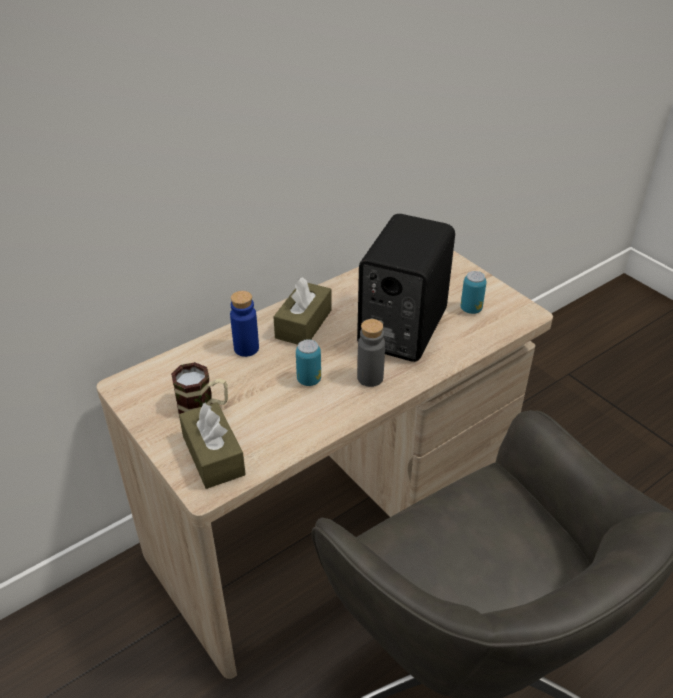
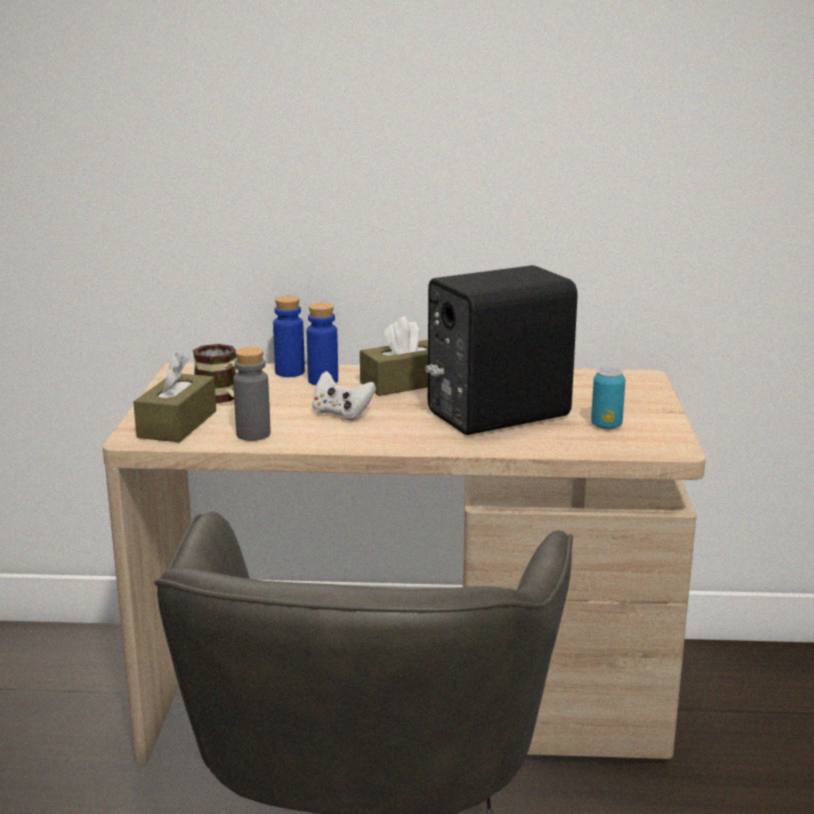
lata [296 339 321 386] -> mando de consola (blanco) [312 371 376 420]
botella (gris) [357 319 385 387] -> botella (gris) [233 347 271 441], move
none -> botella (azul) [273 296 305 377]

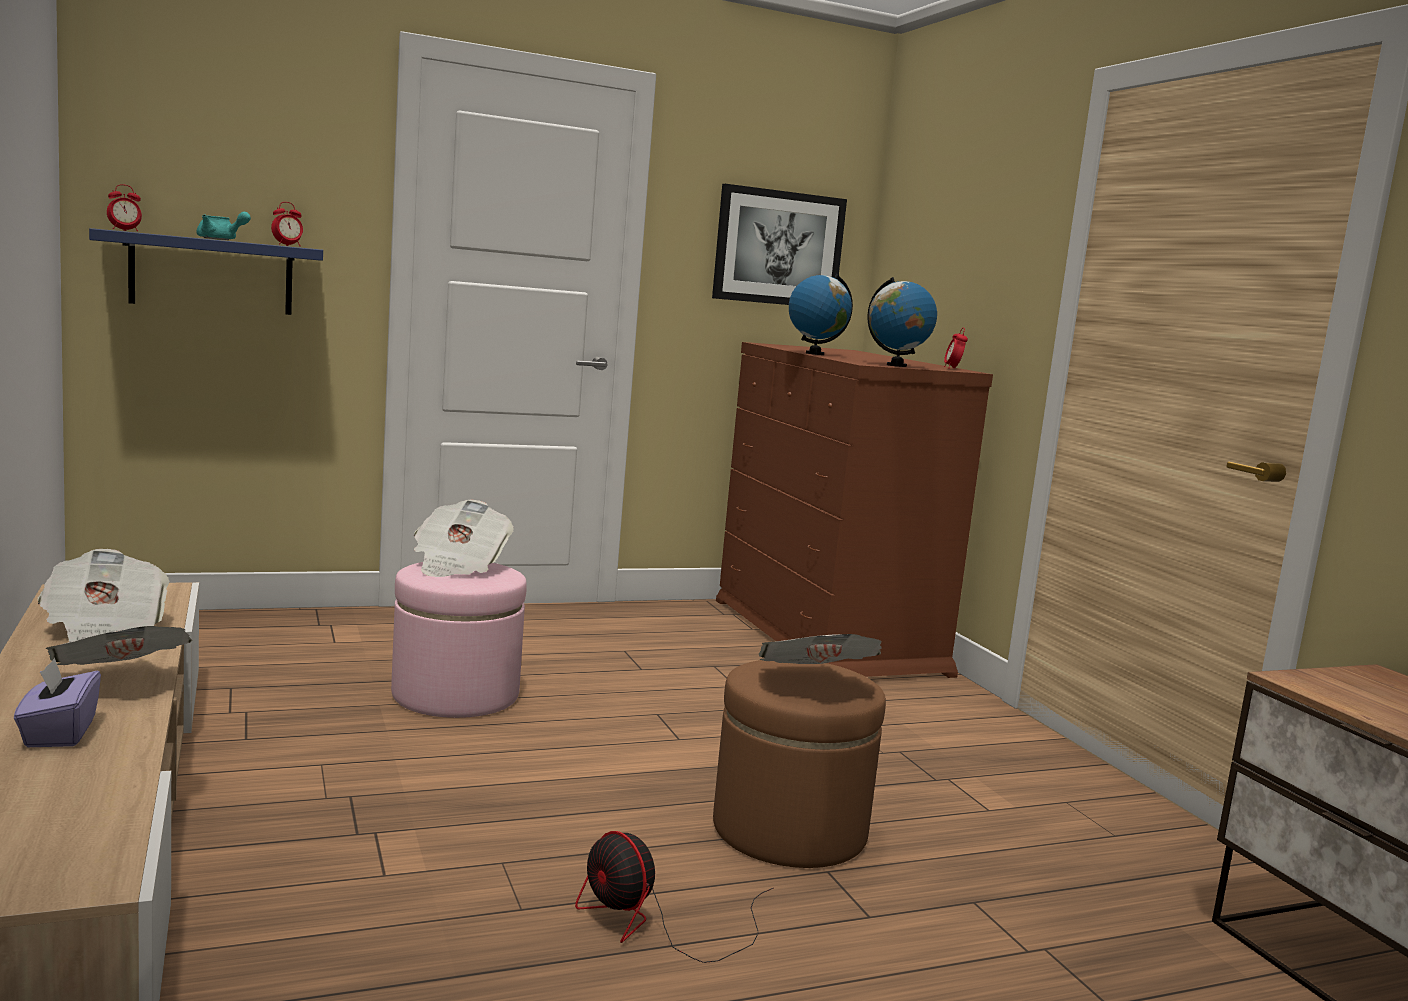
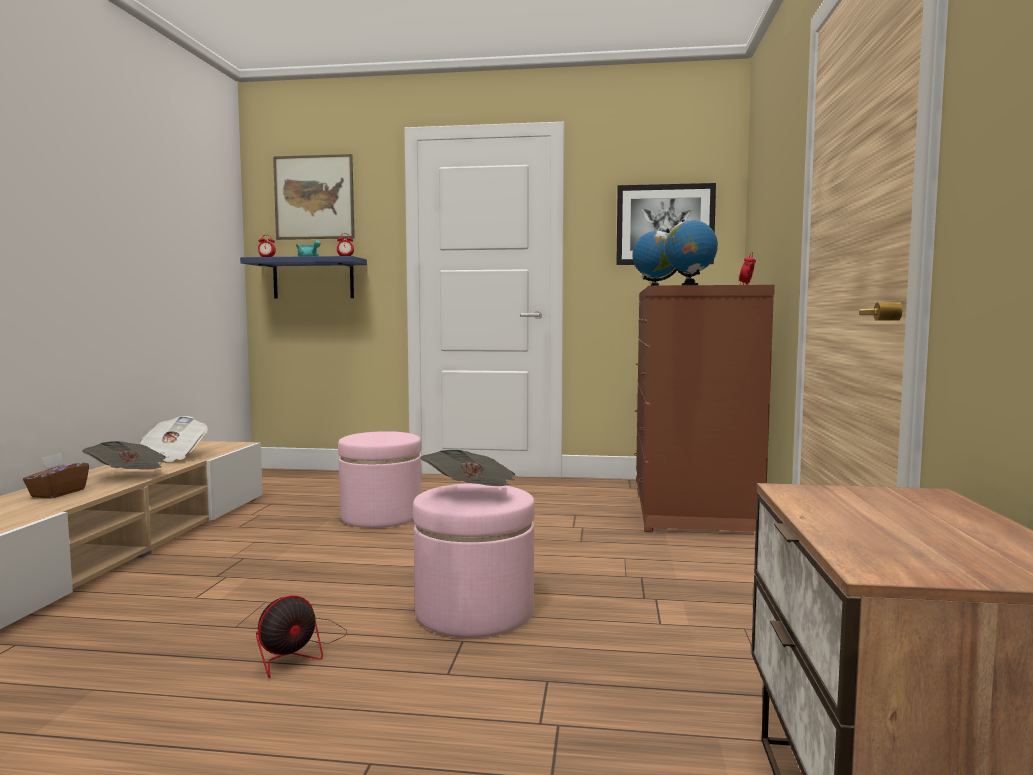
caja de pañuelos (morado) [14 658 101 747] -> caja de pañuelos (marrón) [23 453 89 499]
periódico [414 500 514 577] -> none
ventilador [575 831 773 963] -> ventilador [256 595 347 678], 120 degrees counterclockwise
puf (marrón) [713 660 886 868] -> puf (rosa) [413 483 535 638]
none -> cuadro [273 154 355 240]

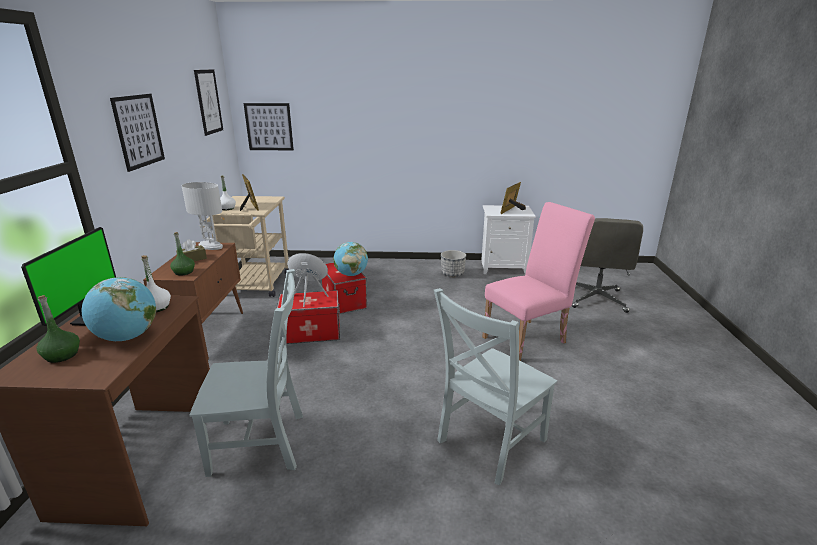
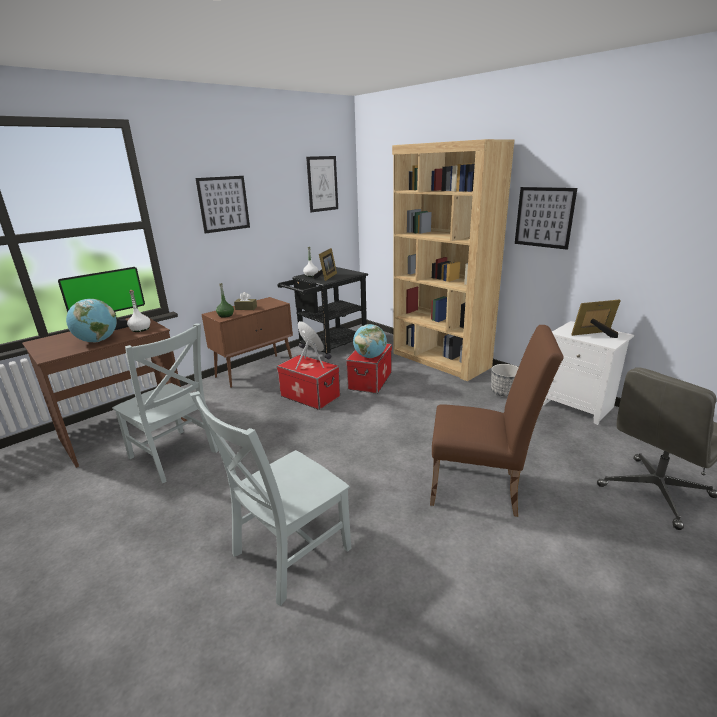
botella (verde) [37 295 80 363] -> none
lámpara de mesa (blanco) [182 182 223 250] -> none
carrito (beis) [203 196 289 297] -> carrito (negro) [277 267 368 360]
cuadro [244 103 294 150] -> cuadro [515 187 577 250], move
silla (gris) [434 288 557 485] -> silla (gris) [190 391 352 606], 45 degrees counterclockwise
silla (rosa) [482 202 595 361] -> silla (marrón) [430 325 564 517]
none -> estantería (marrón) [392 139 515 381]

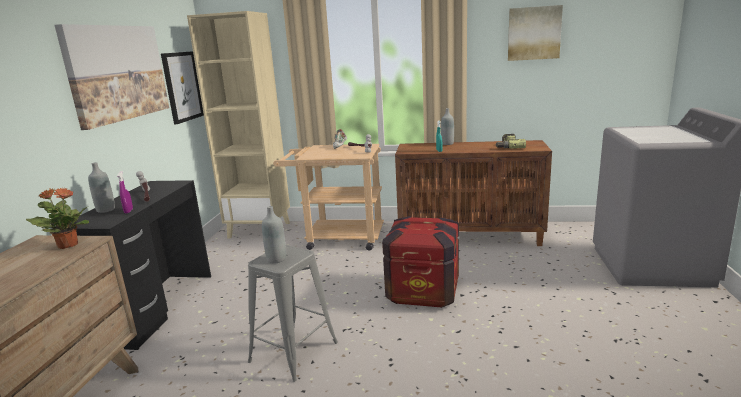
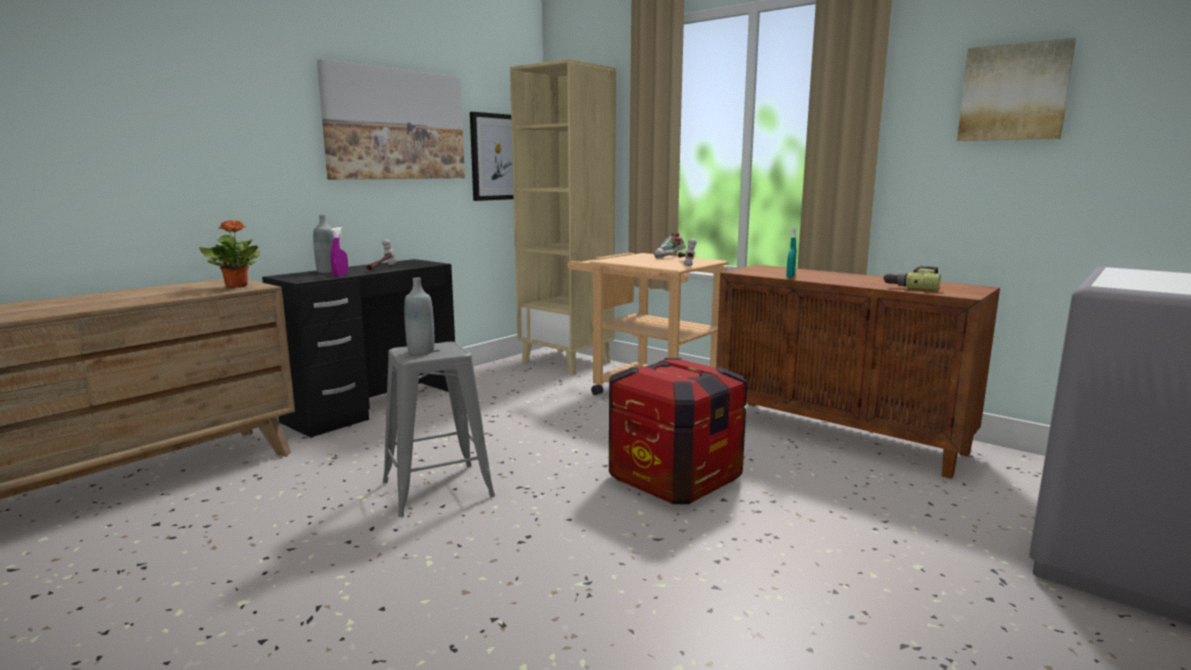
botella (gris) [441 108 454 145] -> none

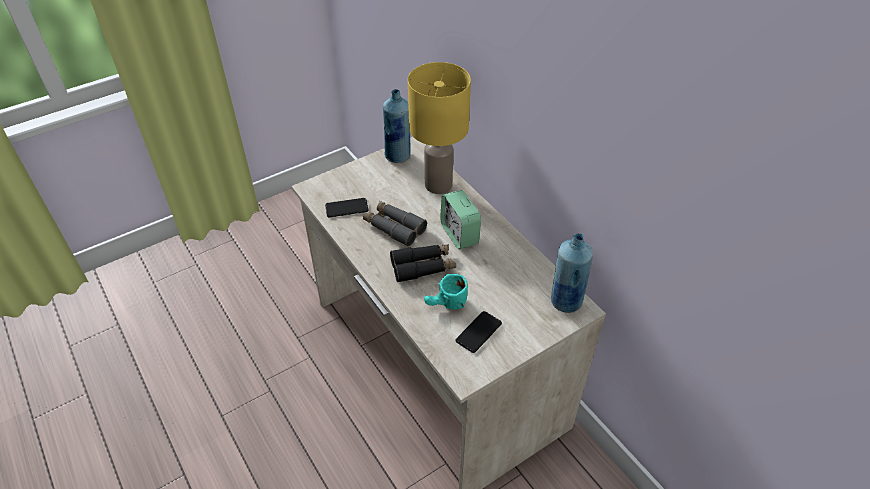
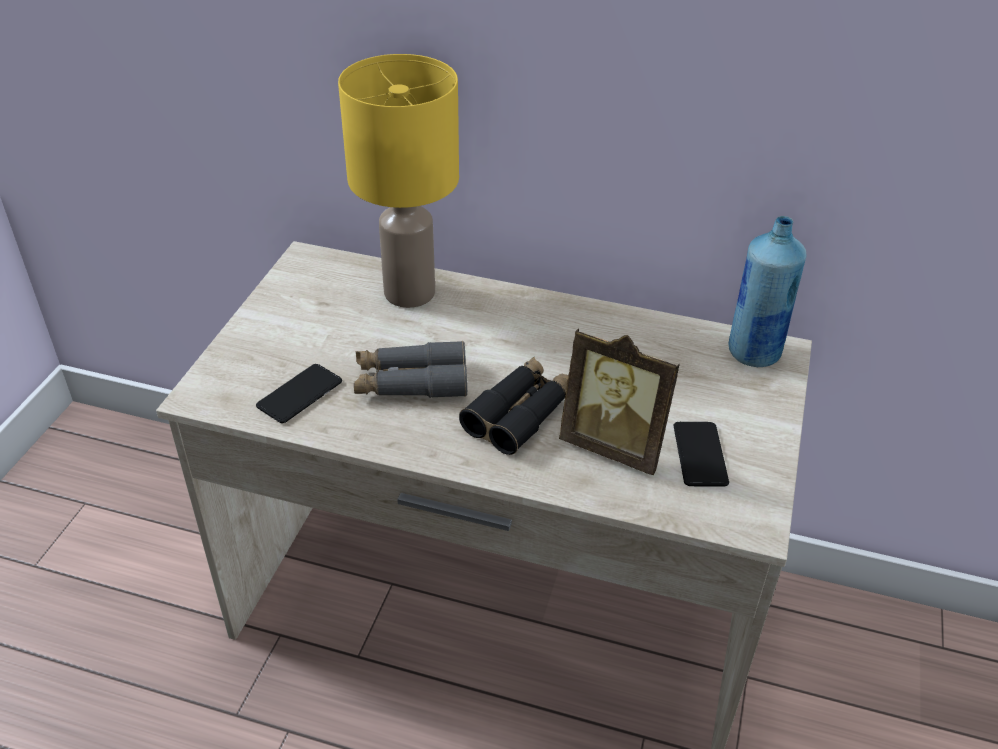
botella (azul) [383 89 411 163] -> none
taza grande (turquesa) [424 274 468 310] -> portarretratos [559 328 680 475]
despertador [440 190 481 249] -> none

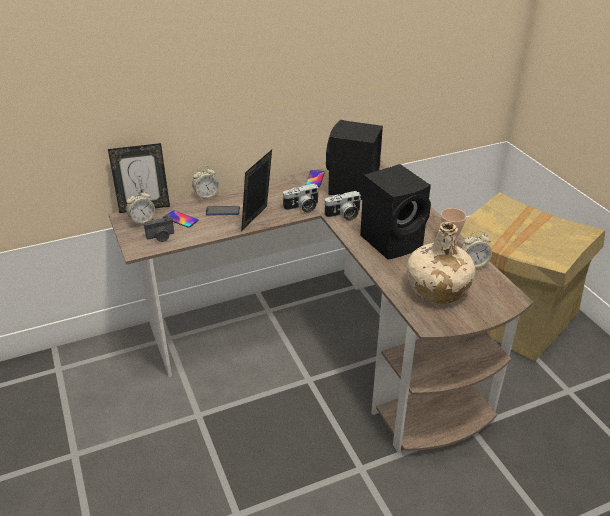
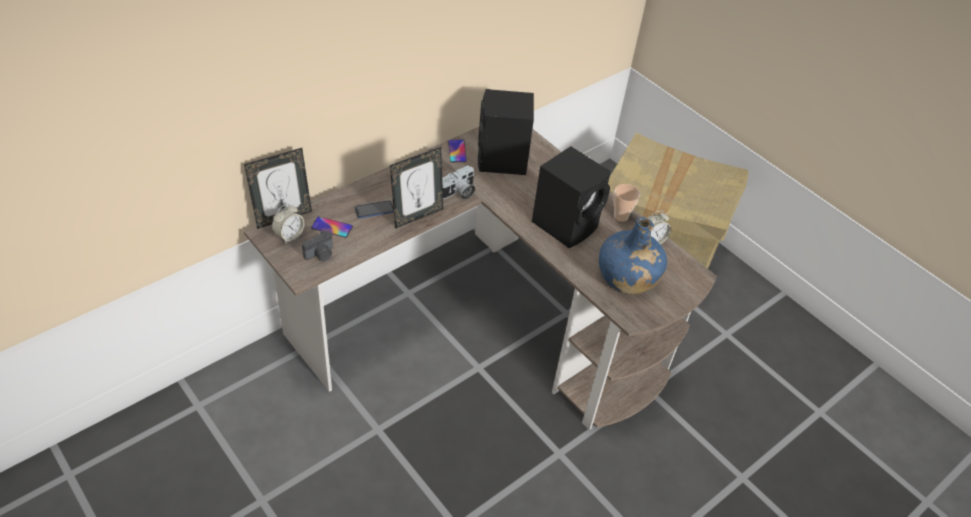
despertador [192 166 219 200] -> none
portarretratos [241 150 272 231] -> portarretratos [390 147 443 229], 135 degrees counterclockwise
cámara [324 191 360 221] -> none
botella (beis) [407 222 476 304] -> botella (azul) [599 217 667 294]

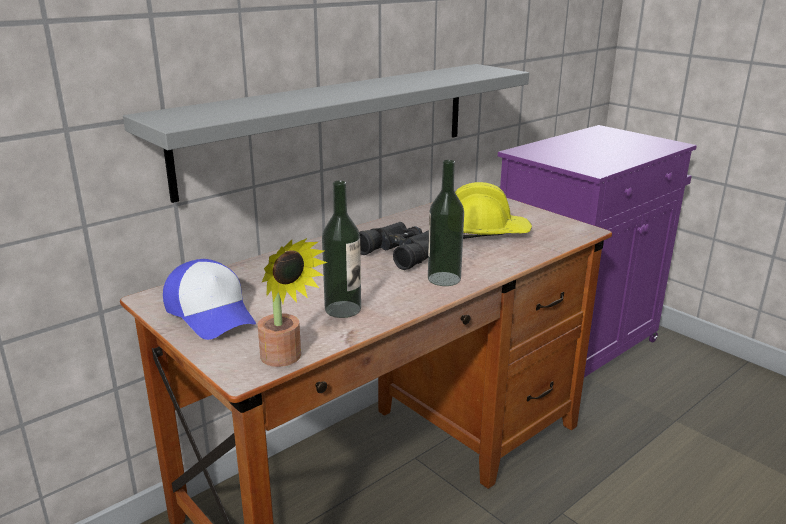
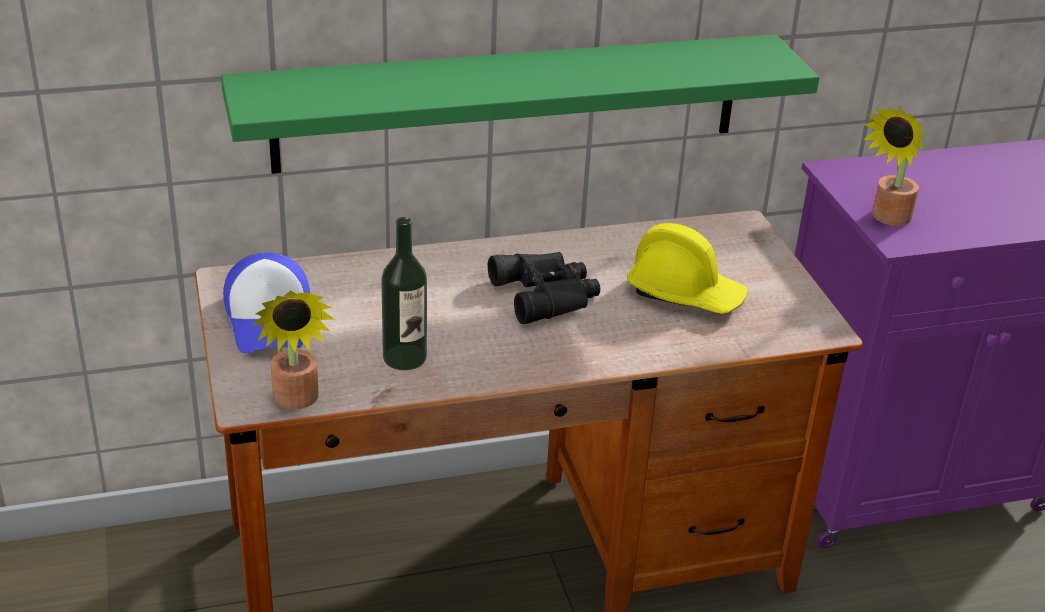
estante (gris) [123 64 529 203] -> estante (verde) [221 34 819 174]
botella [428 160 464 286] -> none
none -> planta en maceta [863 106 925 226]

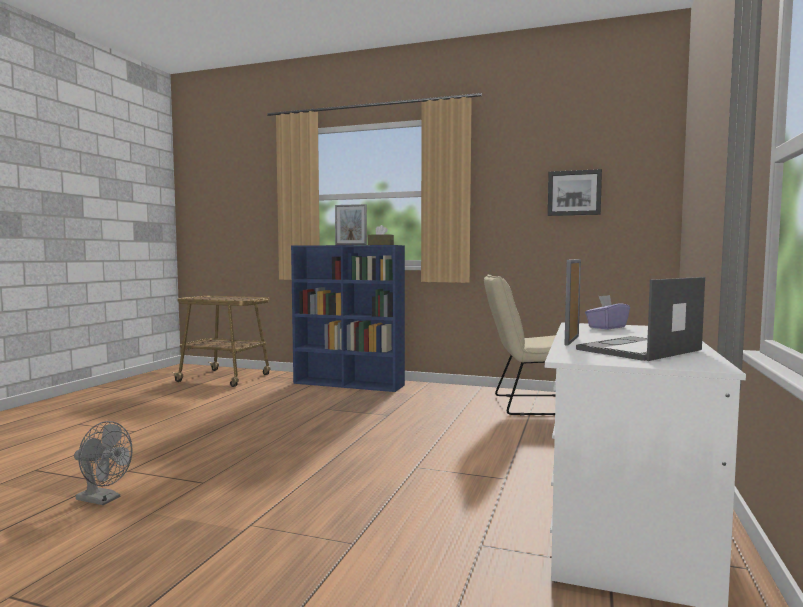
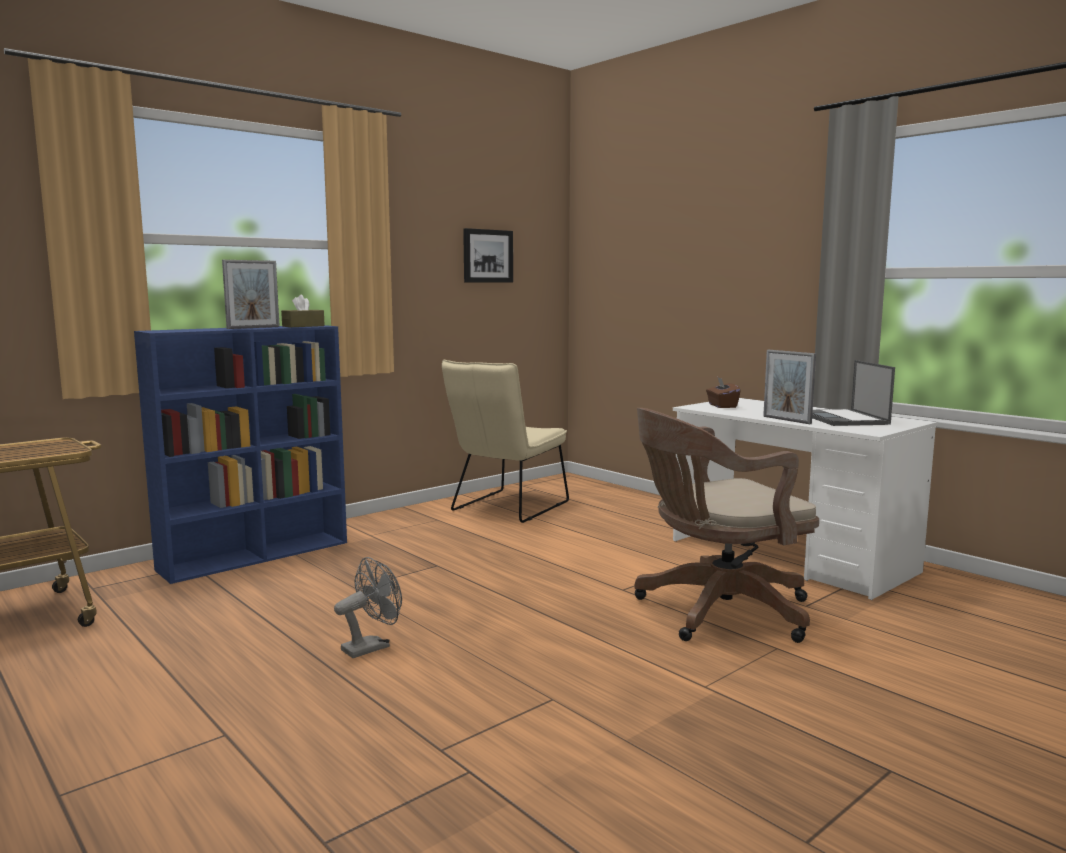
ventilador (gris) [74 421 132 505] -> ventilador (gris) [334 557 402 658], move
caja de pañuelos (morado) [585 295 630 329] -> caja de pañuelos (marrón) [706 378 741 408]
none -> silla de oficina (marrón) [634 408 819 643]

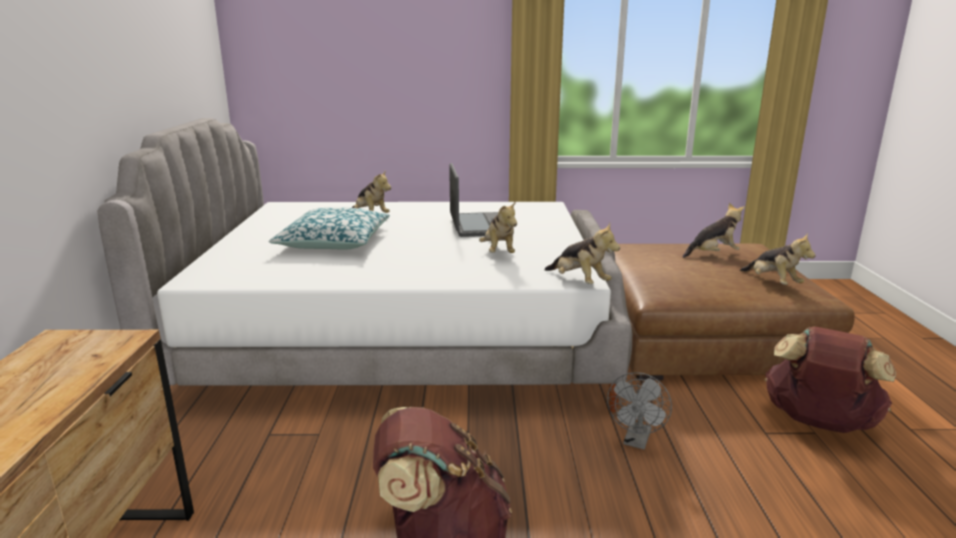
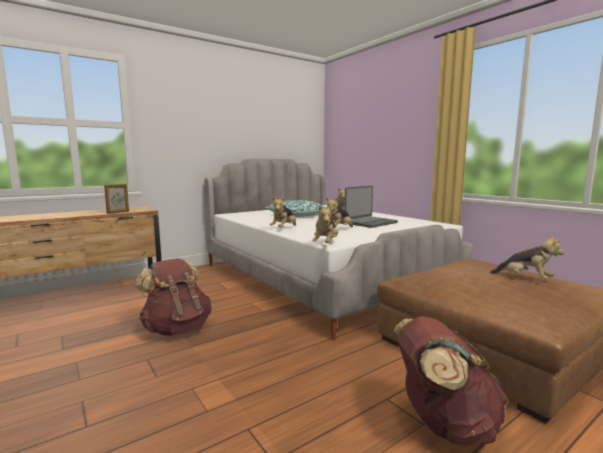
ventilador (gris) [607 372 672 449] -> none
peluche [740 233 816 285] -> peluche [270 197 296 227], move
none -> portarretratos [104 184 129 214]

